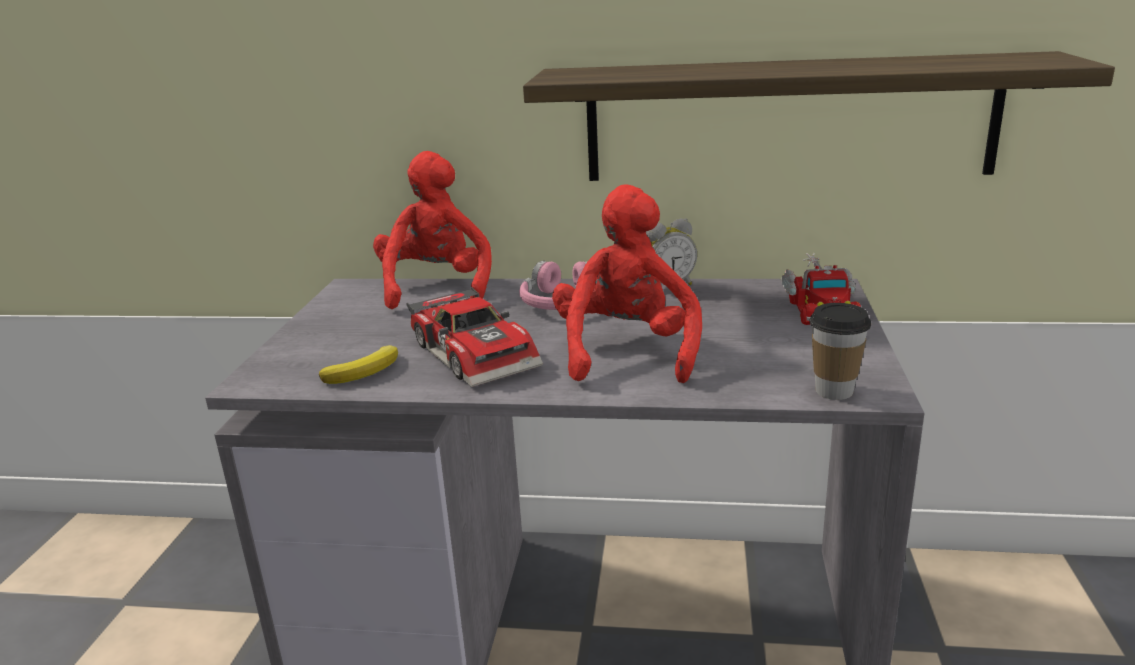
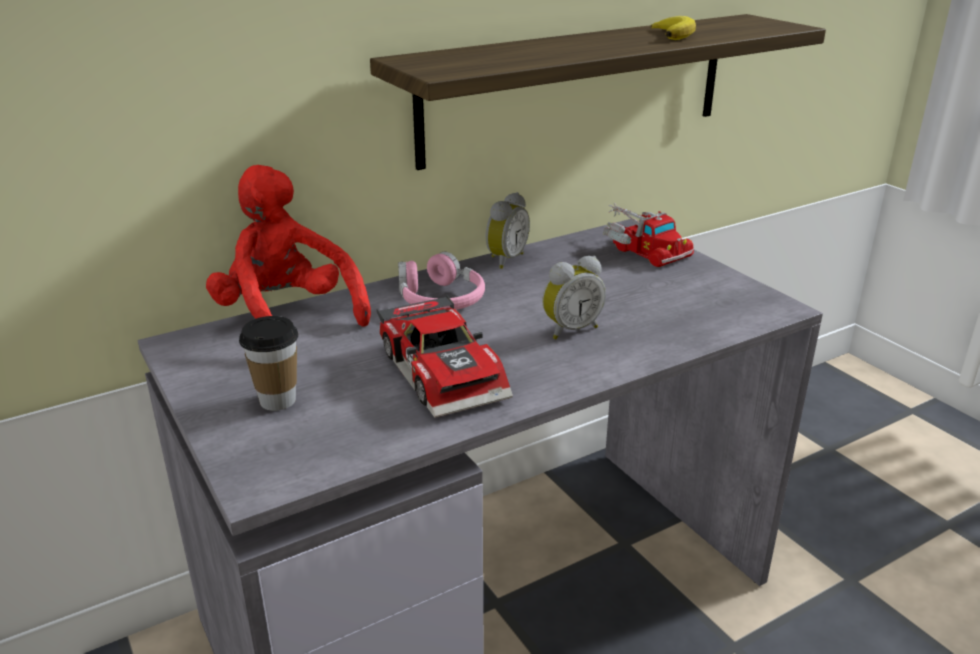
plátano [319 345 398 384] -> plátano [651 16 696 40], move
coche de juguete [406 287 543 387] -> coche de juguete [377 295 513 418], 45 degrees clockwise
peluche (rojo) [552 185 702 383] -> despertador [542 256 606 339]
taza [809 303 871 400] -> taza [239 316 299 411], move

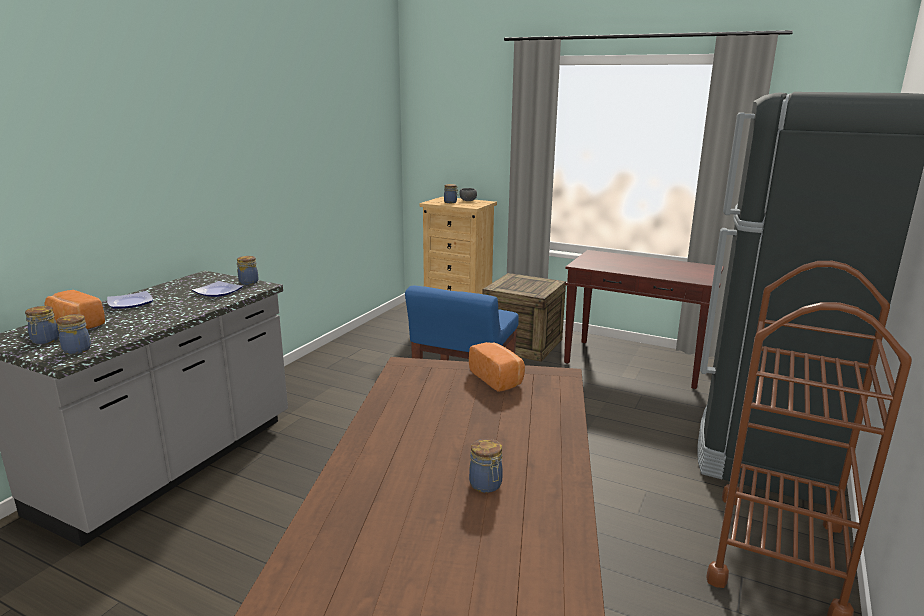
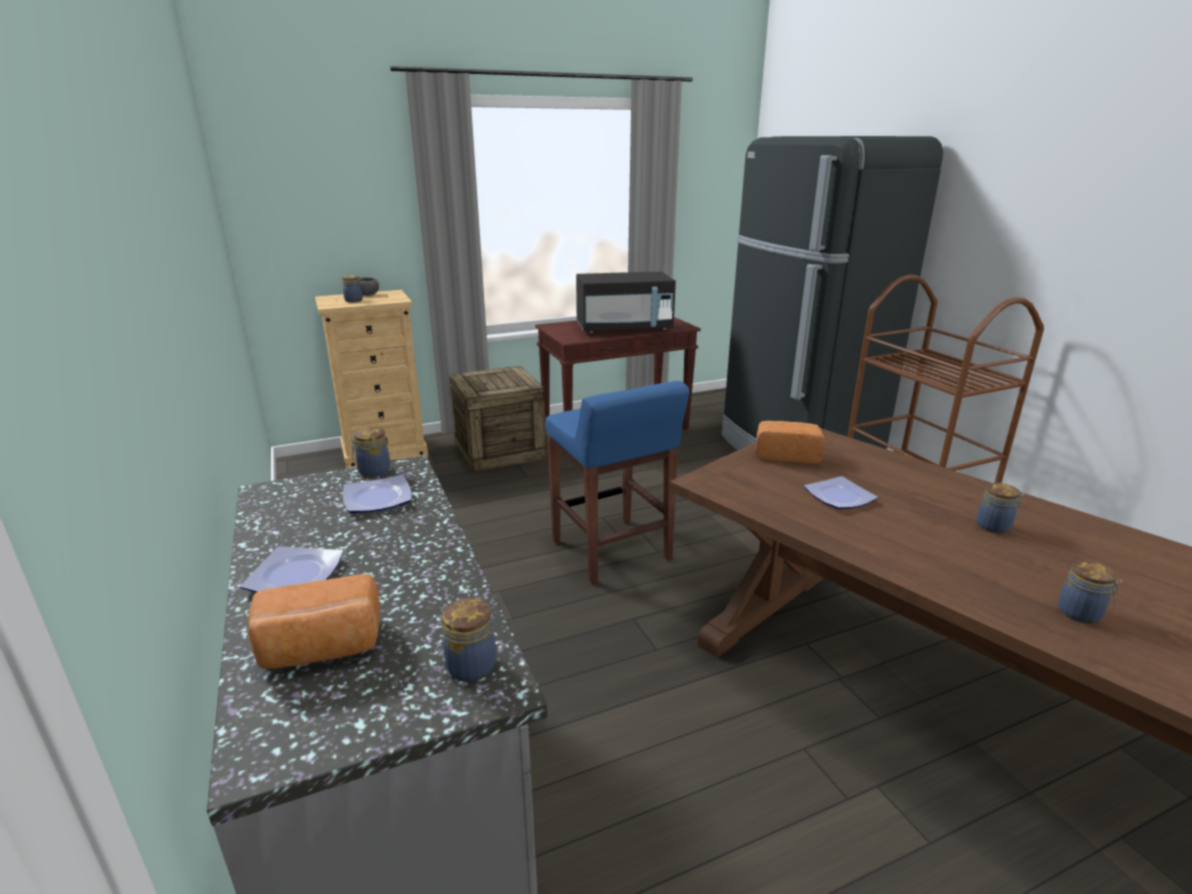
tarro [25 306 59 344] -> tarro [1058 560 1122 624], move
none -> microondas (negro) [576 272 676 333]
none -> plato [804 476 878 509]

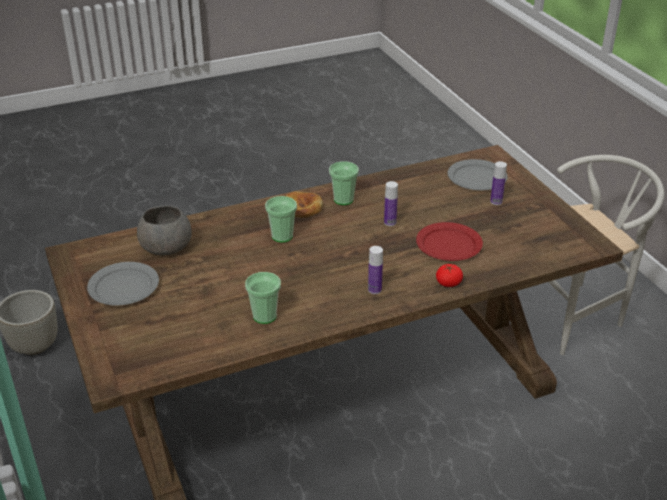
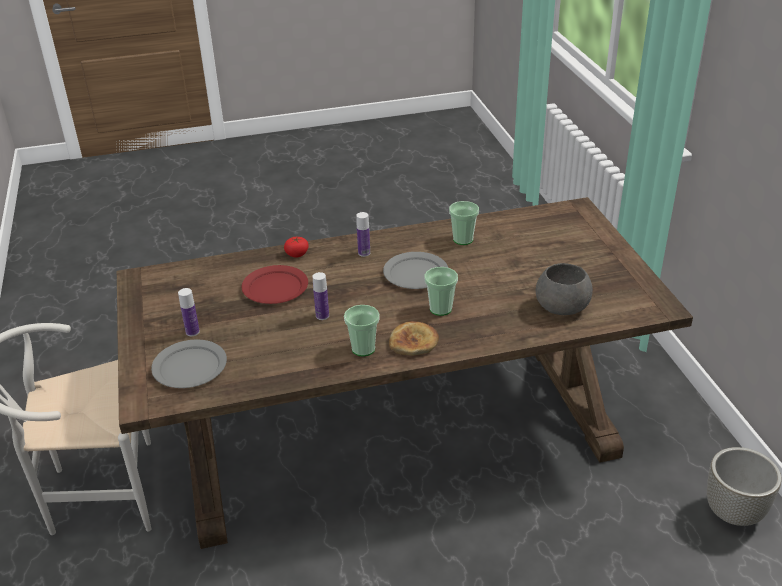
plato (gris) [87 262 159 306] -> plato (gris) [383 252 448 289], move

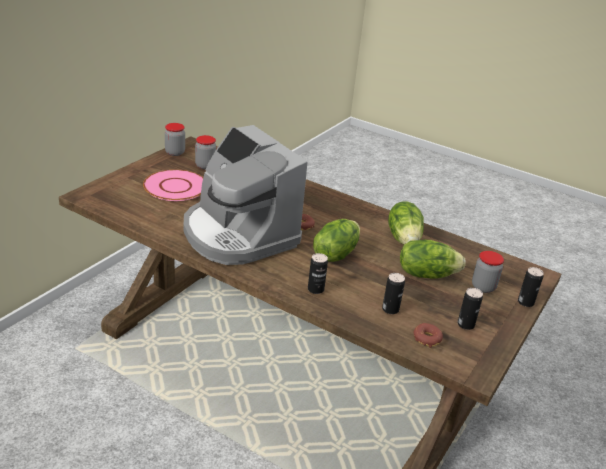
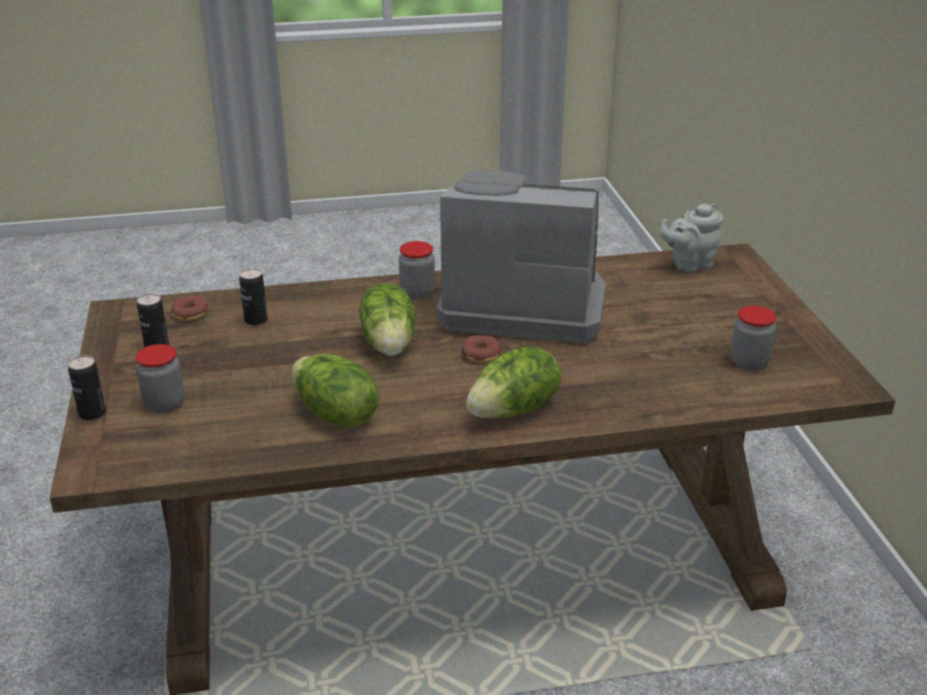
plato (rosa) [143 170 203 201] -> none
tarro [165 123 185 156] -> tarro [399 241 435 299], move
lata [308 253 328 294] -> none
lechuga [400 240 466 279] -> lechuga [466 347 562 418], move
none -> tetera (gris) [659 204 723 273]

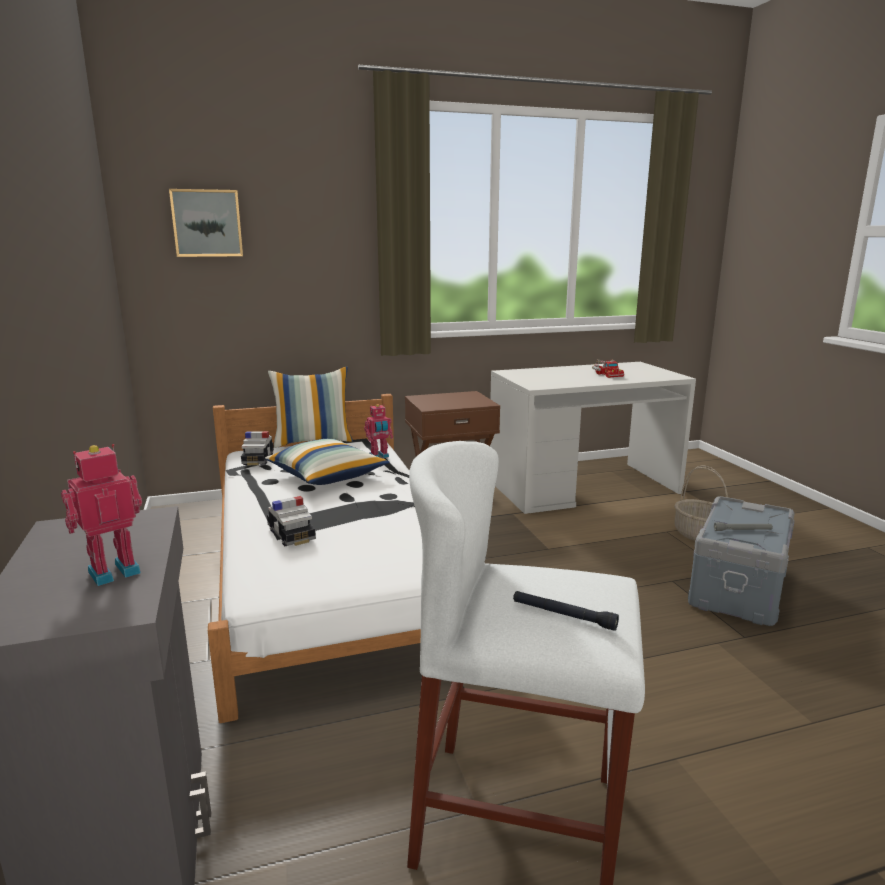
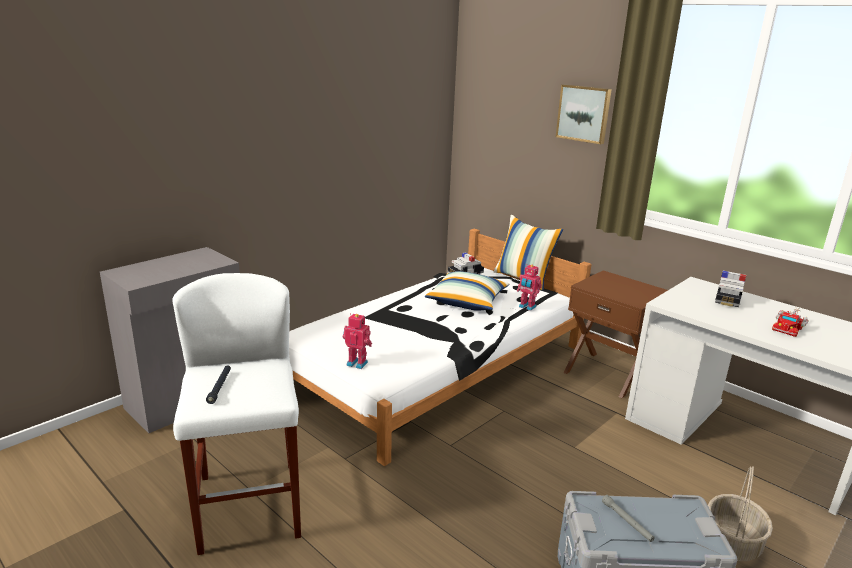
robot de juguete [61 444 142 586] -> robot de juguete [343 314 372 369], move
cuadro [169 189 243 257] -> cuadro [556 84 612 144], move
coche de juguete [267 496 316 546] -> coche de juguete [715 271 746 307], move

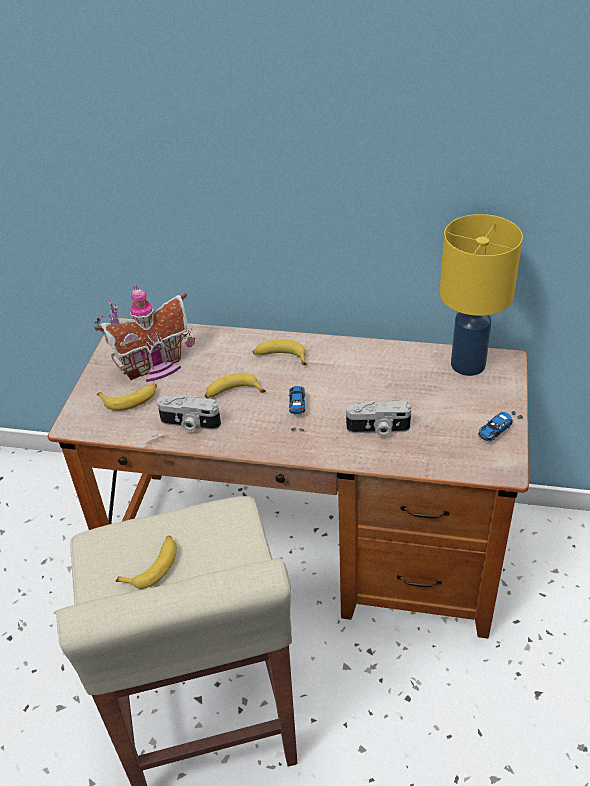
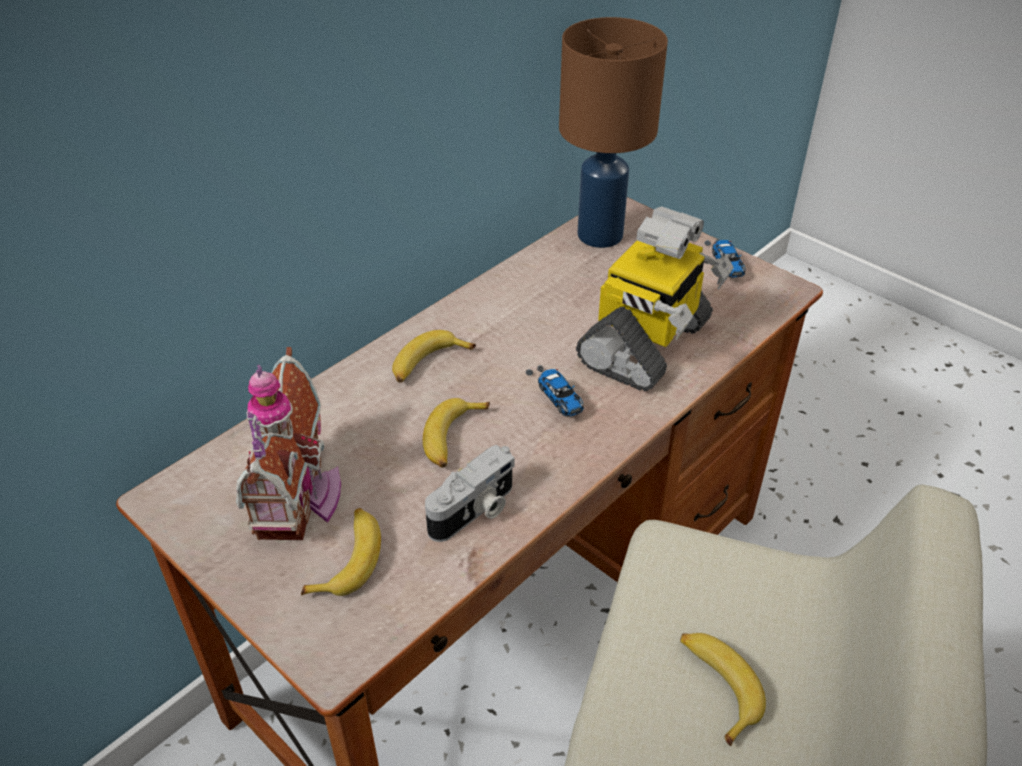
coche de juguete [289 386 305 431] -> coche de juguete [526 365 584 417], 150 degrees counterclockwise
cámara [346 400 411 437] -> robot de juguete [576 206 734 392]
lámpara de mesa (amarillo) [440 214 523 376] -> lámpara de mesa (marrón) [559 17 668 248]

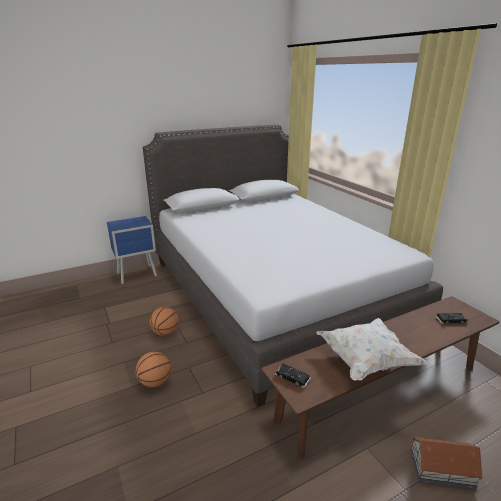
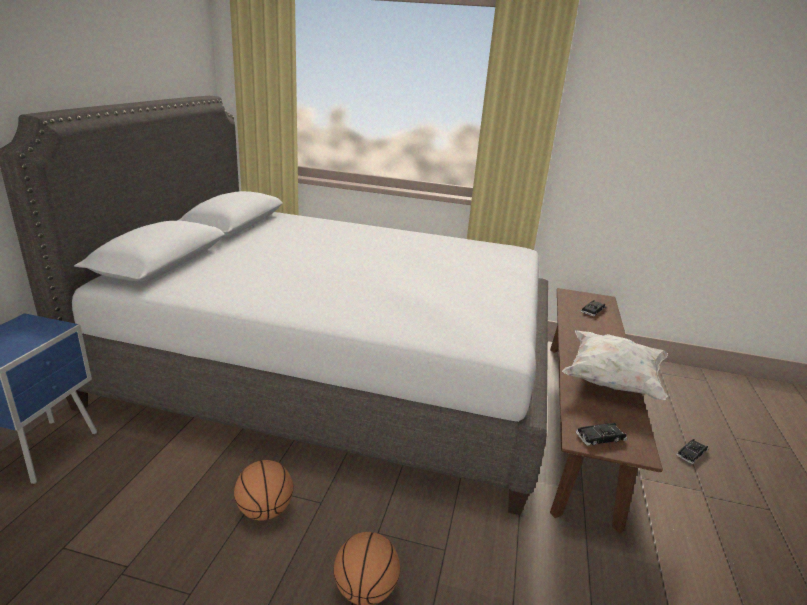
casita [411 437 483 489] -> coche de juguete (negro) [676 439 708 464]

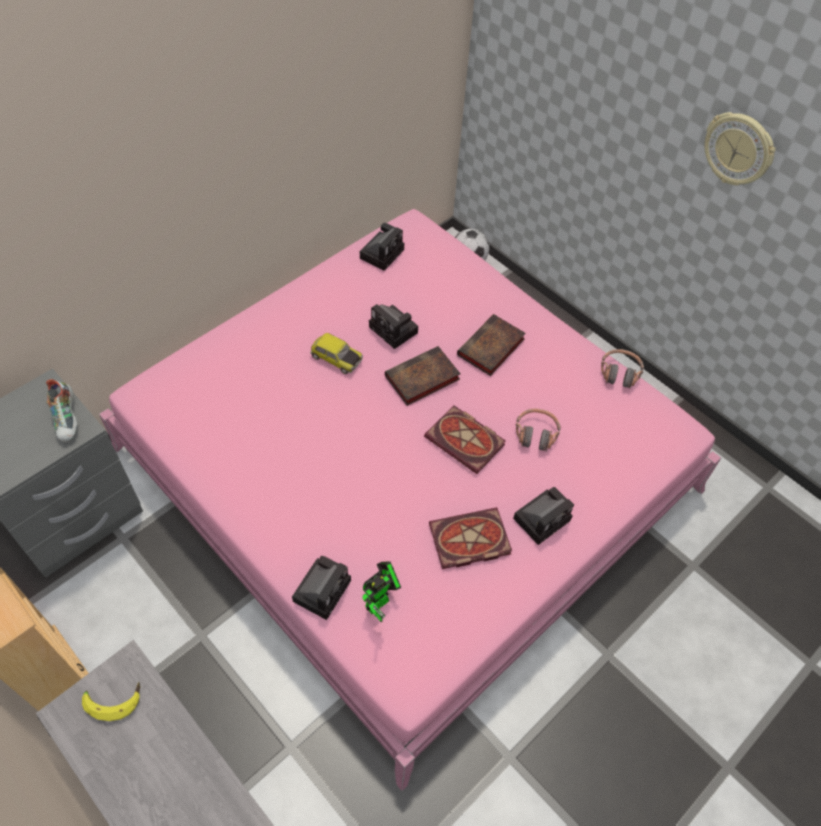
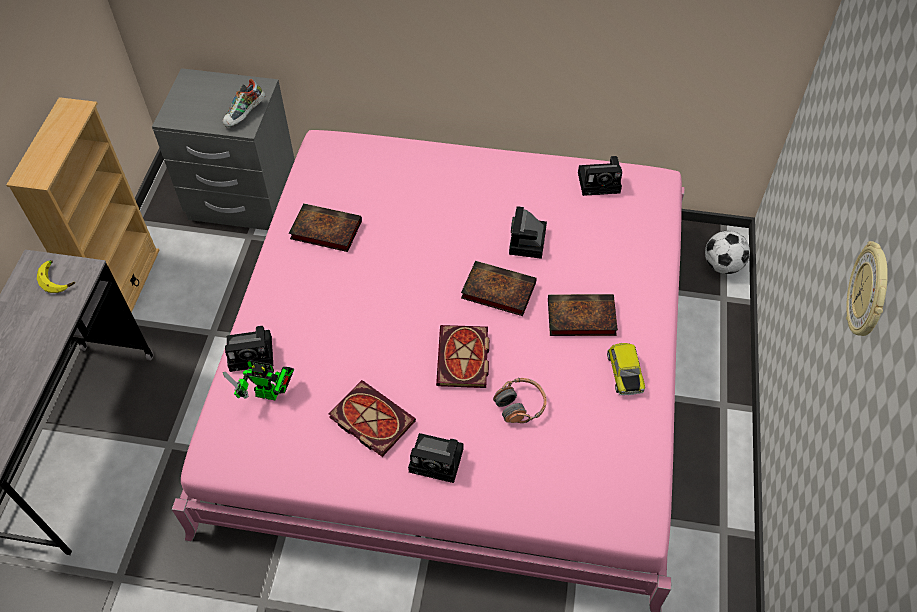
coche de juguete [310 333 363 374] -> coche de juguete [607 343 645 395], move
auriculares [601 349 644 389] -> none
none -> libro [289 204 362 252]

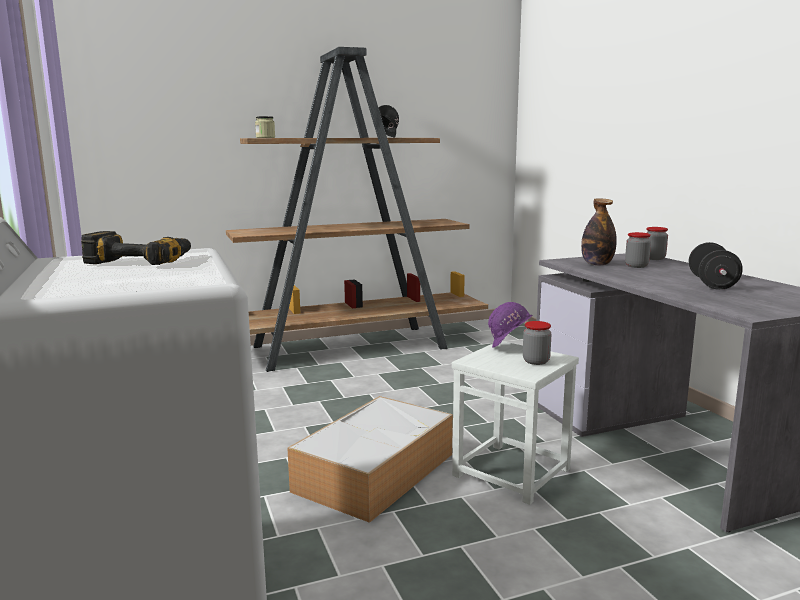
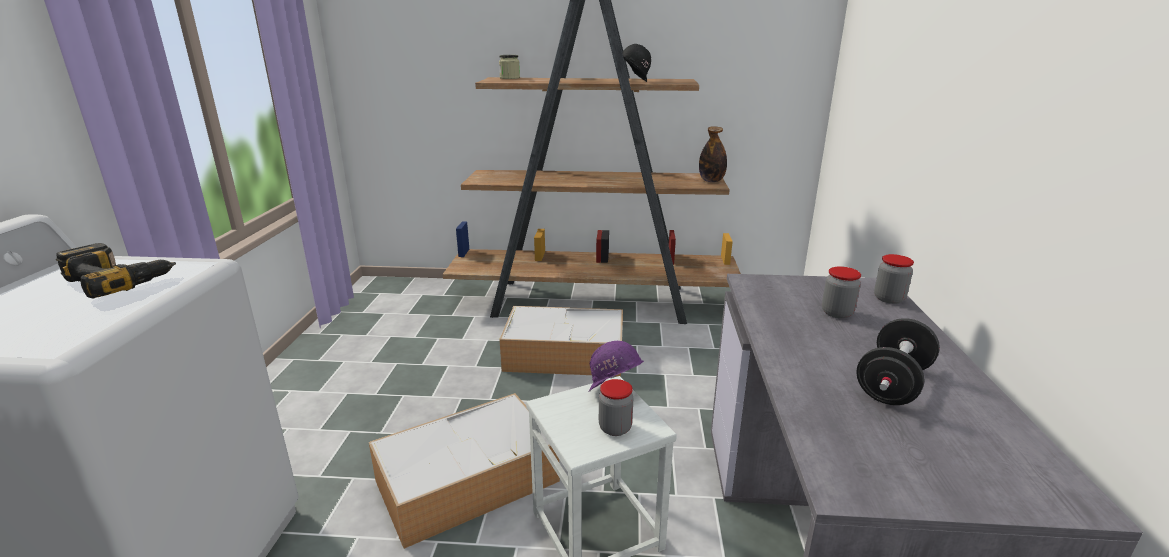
botella [581 198 617 265] -> botella [699 126 727 182], move
none -> caja de almacenaje [499 306 623 377]

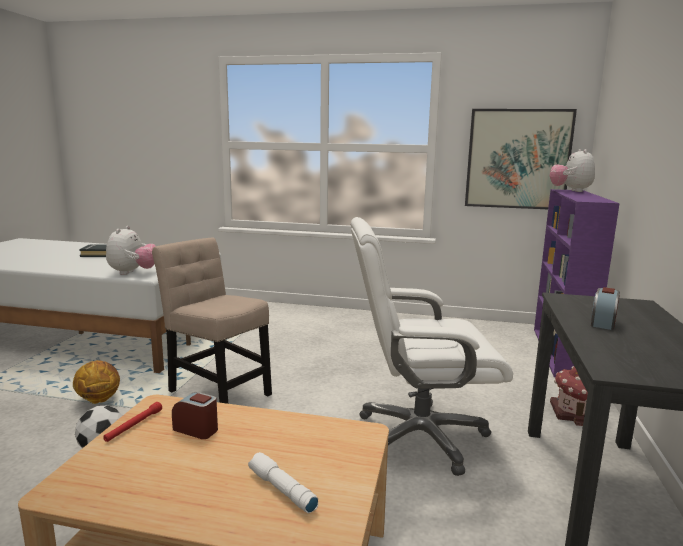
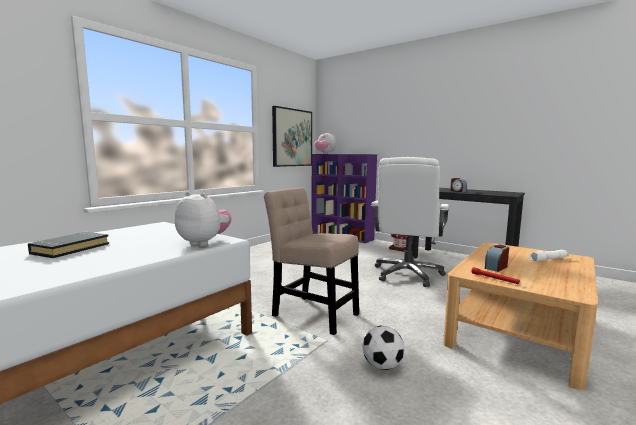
balón de baloncesto [73 360 120 404] -> none
silla (beis) [152 237 272 404] -> silla (beis) [264 188 359 335], 60 degrees clockwise

